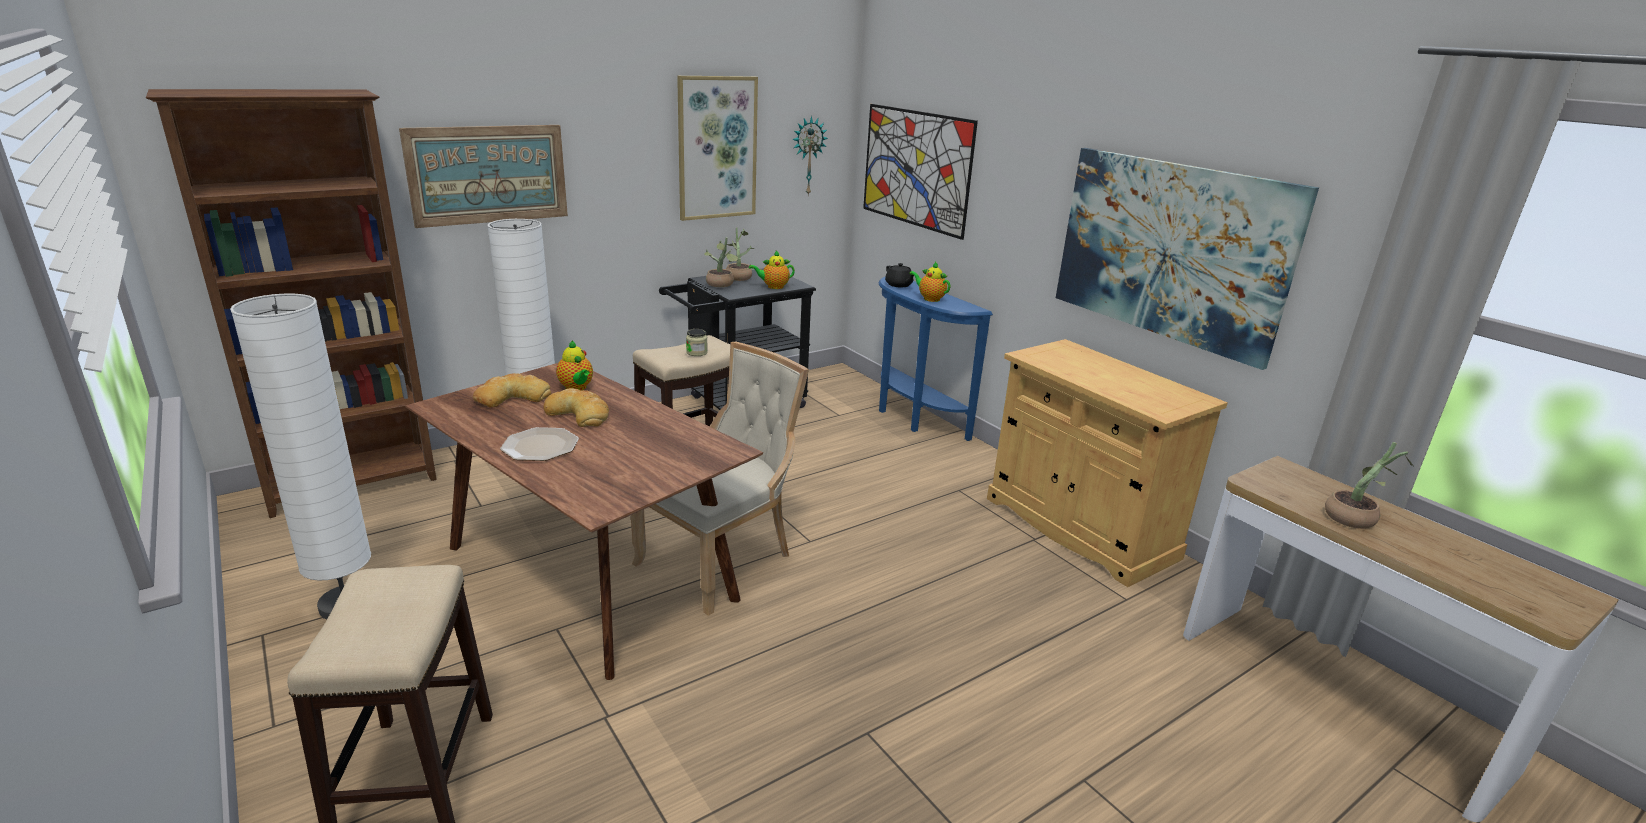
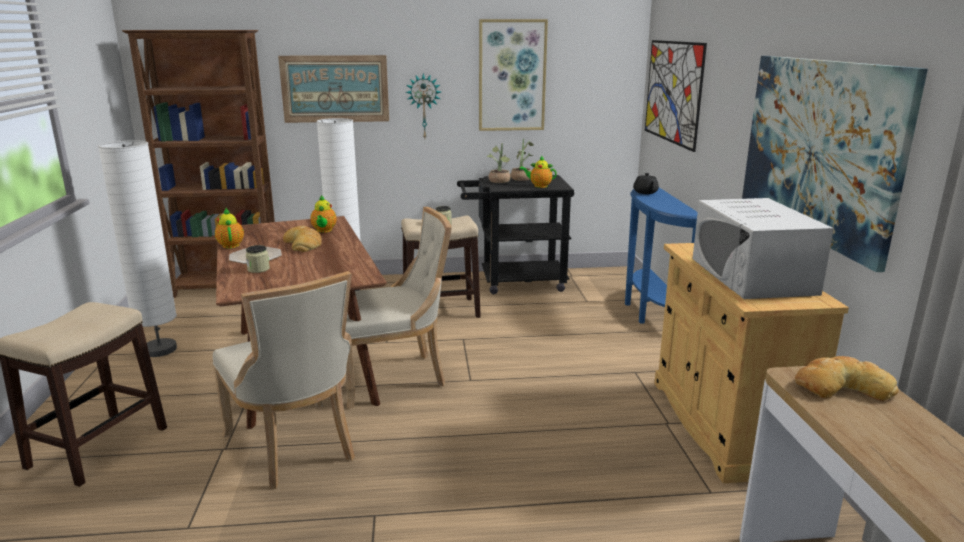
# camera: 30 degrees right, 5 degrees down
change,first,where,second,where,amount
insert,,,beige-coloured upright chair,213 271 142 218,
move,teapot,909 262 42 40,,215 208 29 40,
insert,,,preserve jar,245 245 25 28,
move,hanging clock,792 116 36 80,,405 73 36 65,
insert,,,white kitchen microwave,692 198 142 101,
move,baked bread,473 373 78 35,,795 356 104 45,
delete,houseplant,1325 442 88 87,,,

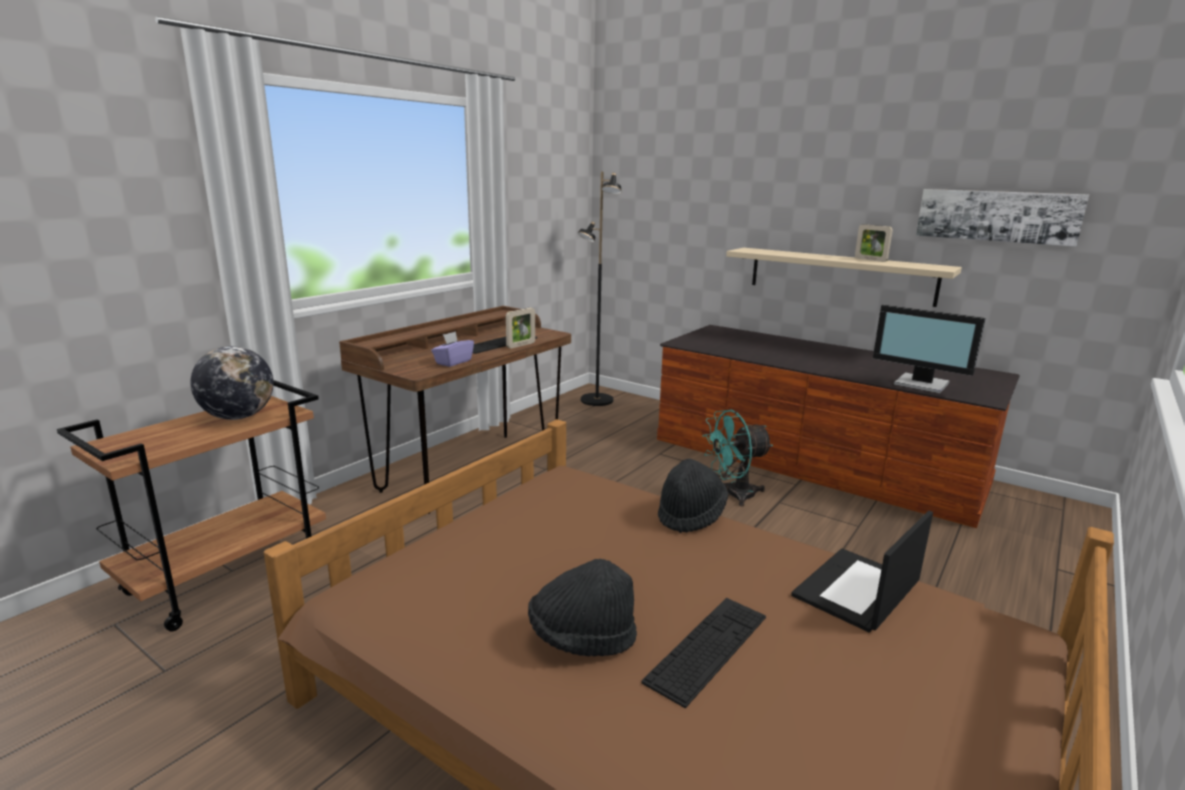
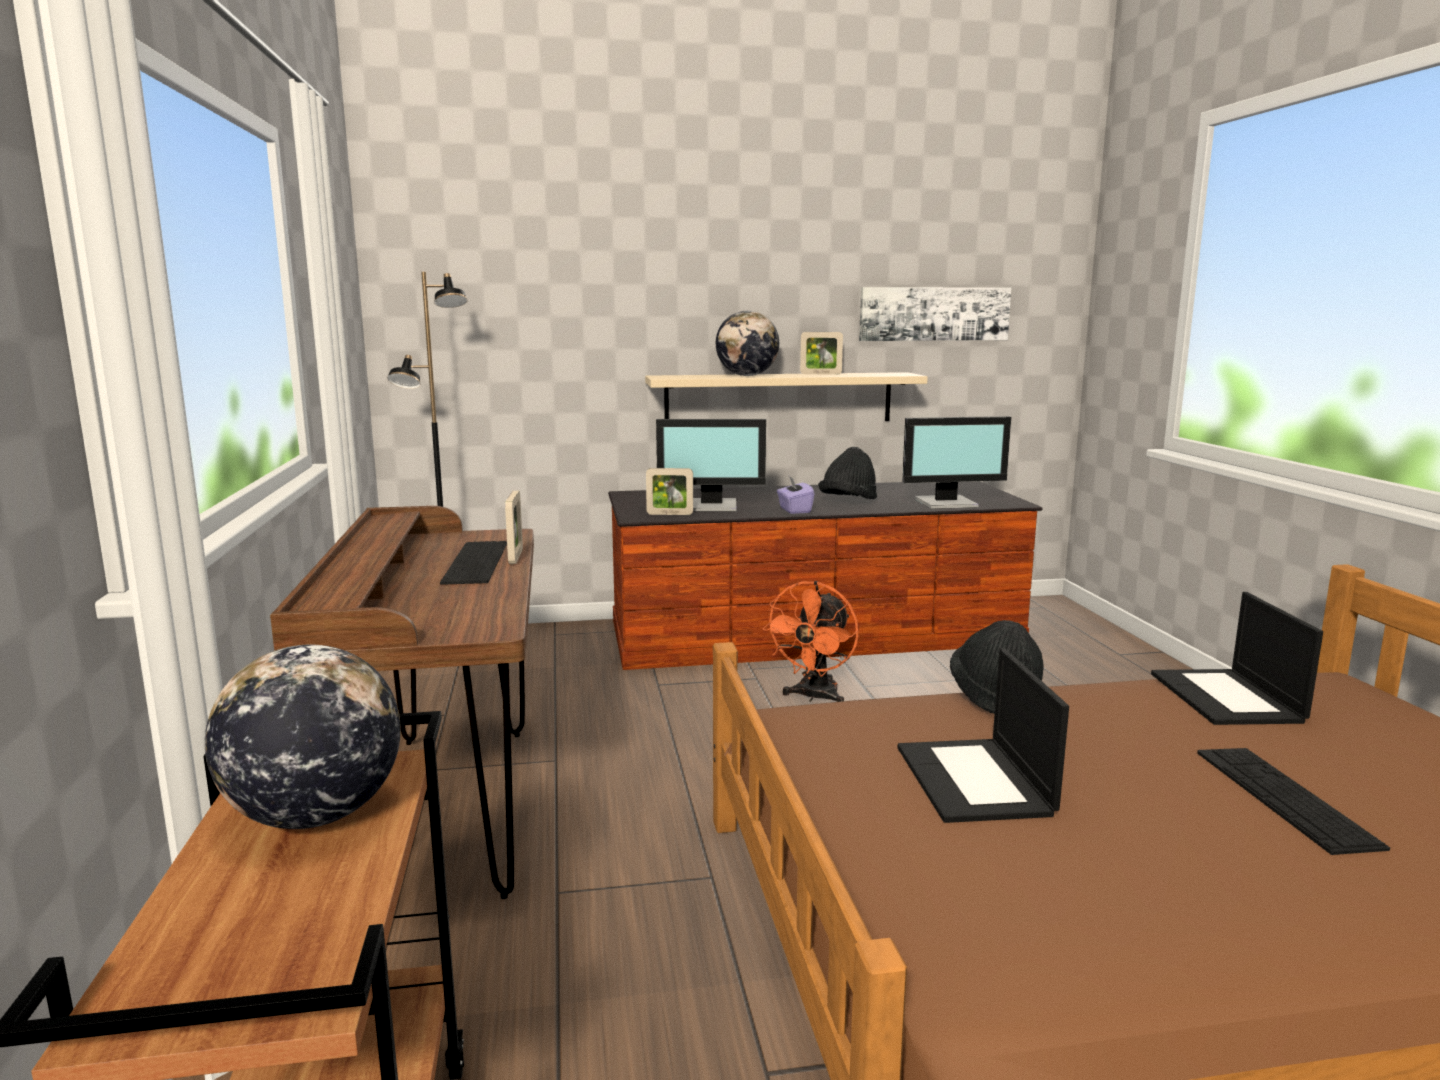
# camera: 45 degrees left, 5 degrees down
change,first,where,second,where,amount
insert,,,standing frame,646 468 47 47,
insert,,,computer display,656 419 110 92,
insert,,,world globe,716 311 63 65,
recolor,turquoise-coloured cooling fan,702 410 71 97,orange-coloured cooling fan,763 581 96 121,
move,purplish box of tissues,431 331 43 36,,777 476 38 38,
move,black-coloured hat,528 559 109 98,,818 447 59 52,
insert,,,laptop,898 648 171 175,

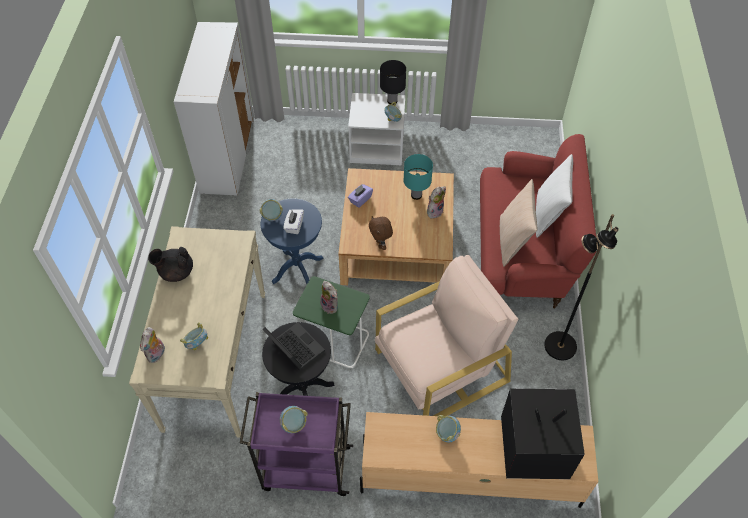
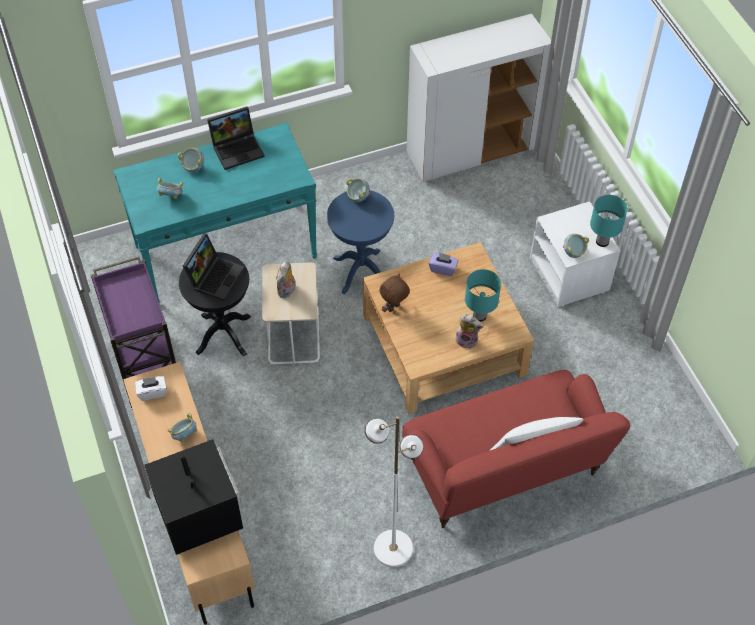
# camera: 65 degrees right, 0 degrees up
change,first,where,second,where,amount
recolor,beige-coloured hall table,129 226 136 212,turquoise-coloured hall table,113 123 204 182,
move,white box of tissues,283 209 21 25,,135 376 32 25,
move,bowl,280 406 28 27,,178 148 26 24,
replace,black-coloured teapot,148 247 45 35,laptop,207 107 58 63,
recolor,green end table,293 276 77 92,beige-coloured end table,262 263 58 101,
recolor,black-coloured standing lamp,544 214 75 146,white standing lamp,365 416 59 151,
recolor,black-coloured tabletop lamp,380 60 26 45,turquoise-coloured tabletop lamp,590 195 38 52,
delete,soft toy,140 327 25 36,,,
delete,beige-coloured armchair,375 255 144 161,,,
delete,beige-coloured pillow,500 179 38 88,,,

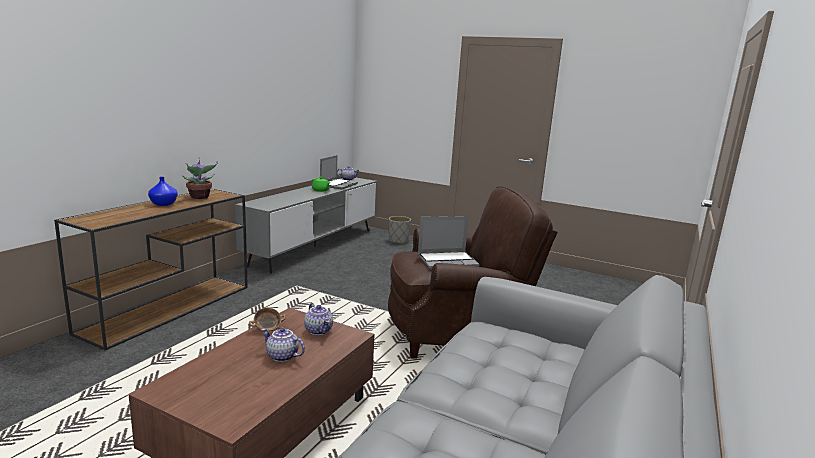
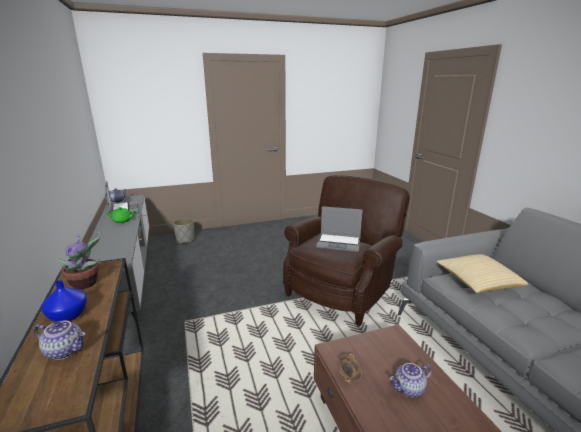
# camera: 45 degrees left, 5 degrees up
change,first,where,second,where,amount
move,teapot,304 303 29 32,,34 321 52 39,
rotate,laptop,418 216 62 53,,316 206 47 46,75 degrees clockwise
insert,,,pillow,436 254 92 39,

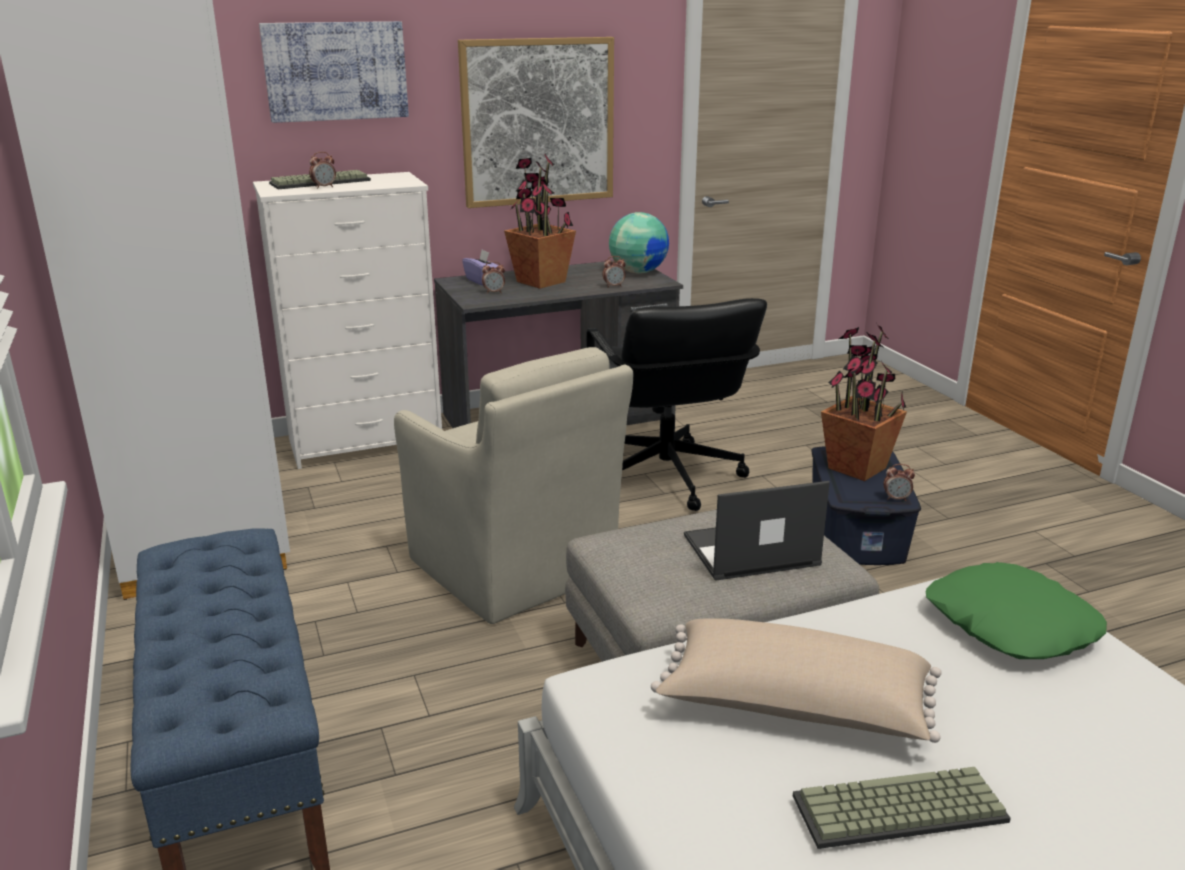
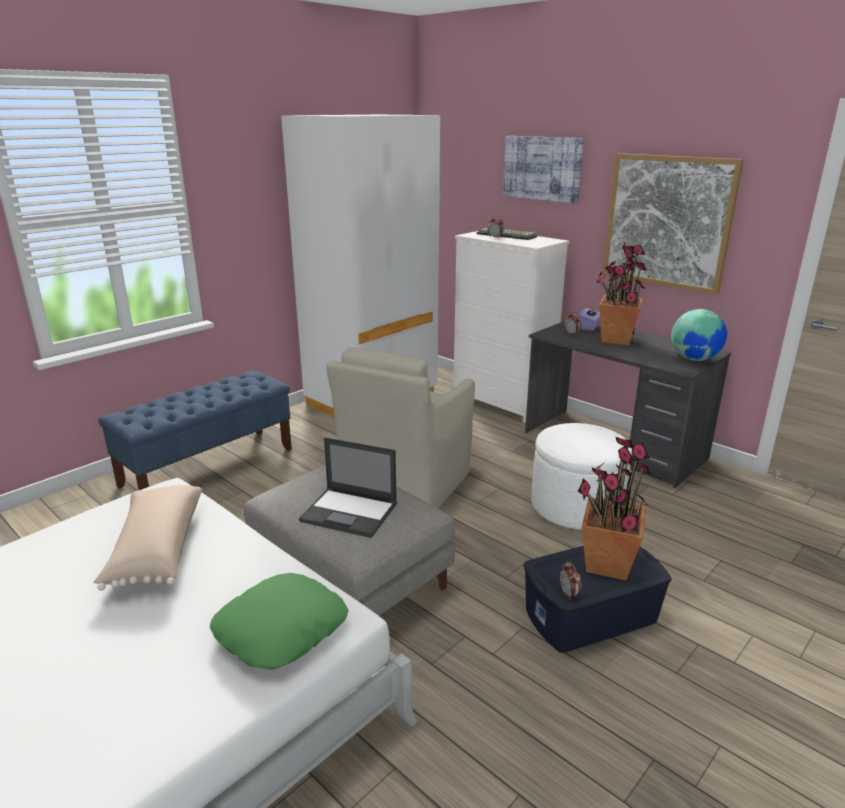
# camera: 65 degrees right, 0 degrees up
change,first,where,second,where,amount
rotate,laptop,684 481 146 100,,299 438 98 100,150 degrees clockwise
replace,black-coloured office chair,586 298 181 213,white footrest,531 423 101 107,
delete,table clock,602 256 24 32,,,
delete,computer keyboard,793 767 218 82,,,

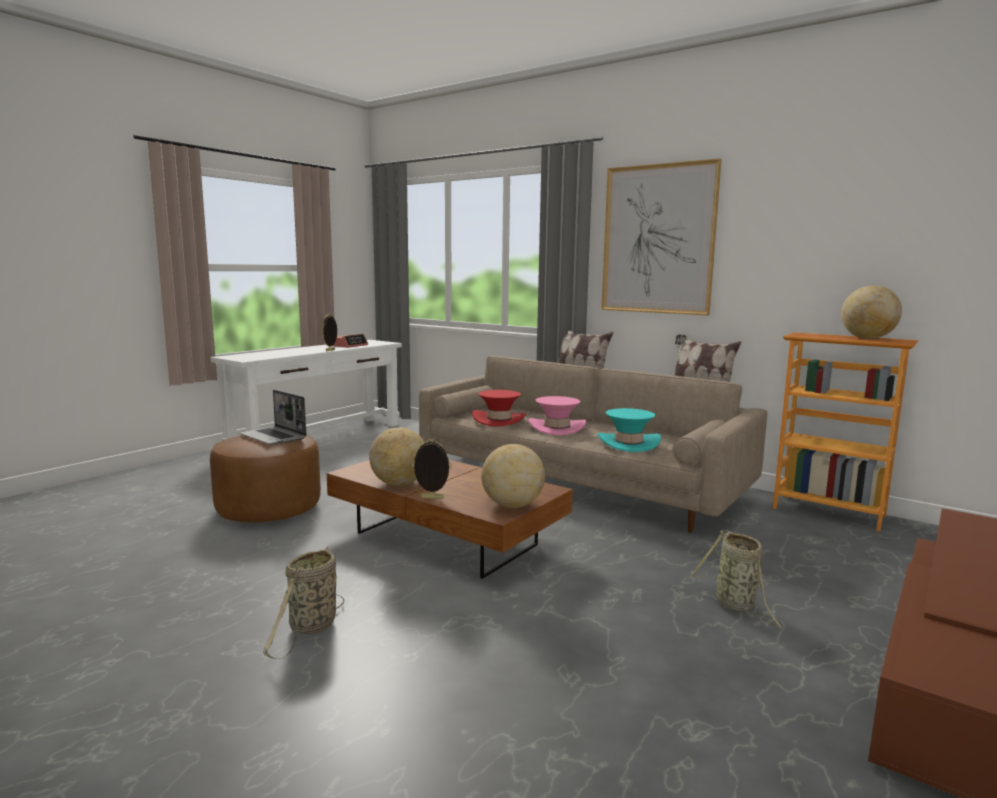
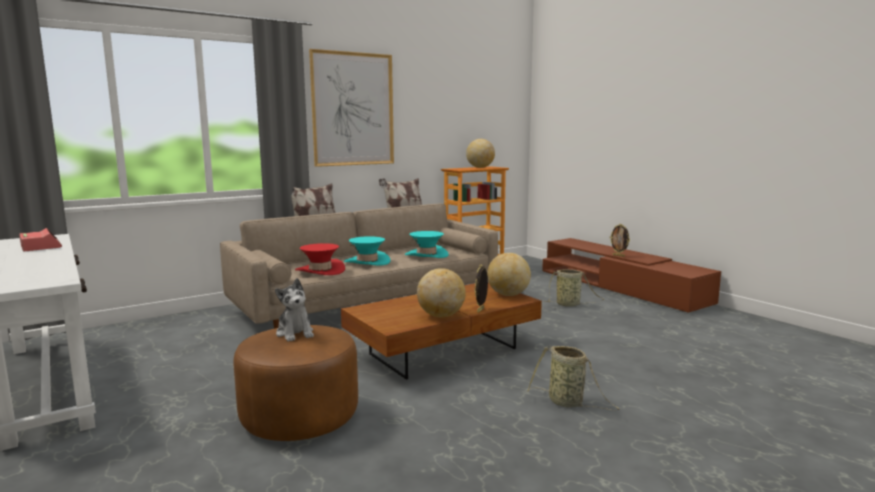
# camera: 70 degrees left, 0 degrees up
change,first,where,second,where,amount
replace,laptop,239 390 68 55,soft toy,275 278 39 64,
recolor,pink hat,529 396 57 39,turquoise-coloured hat,344 236 47 30,
move,standing frame,321 314 16 37,,610 224 20 33,

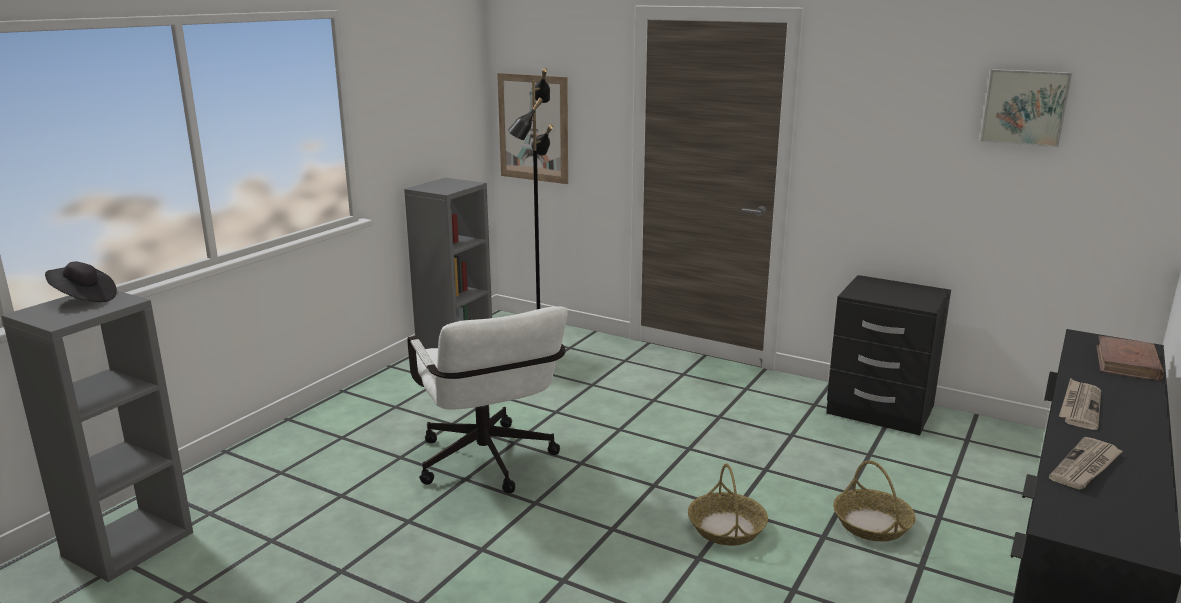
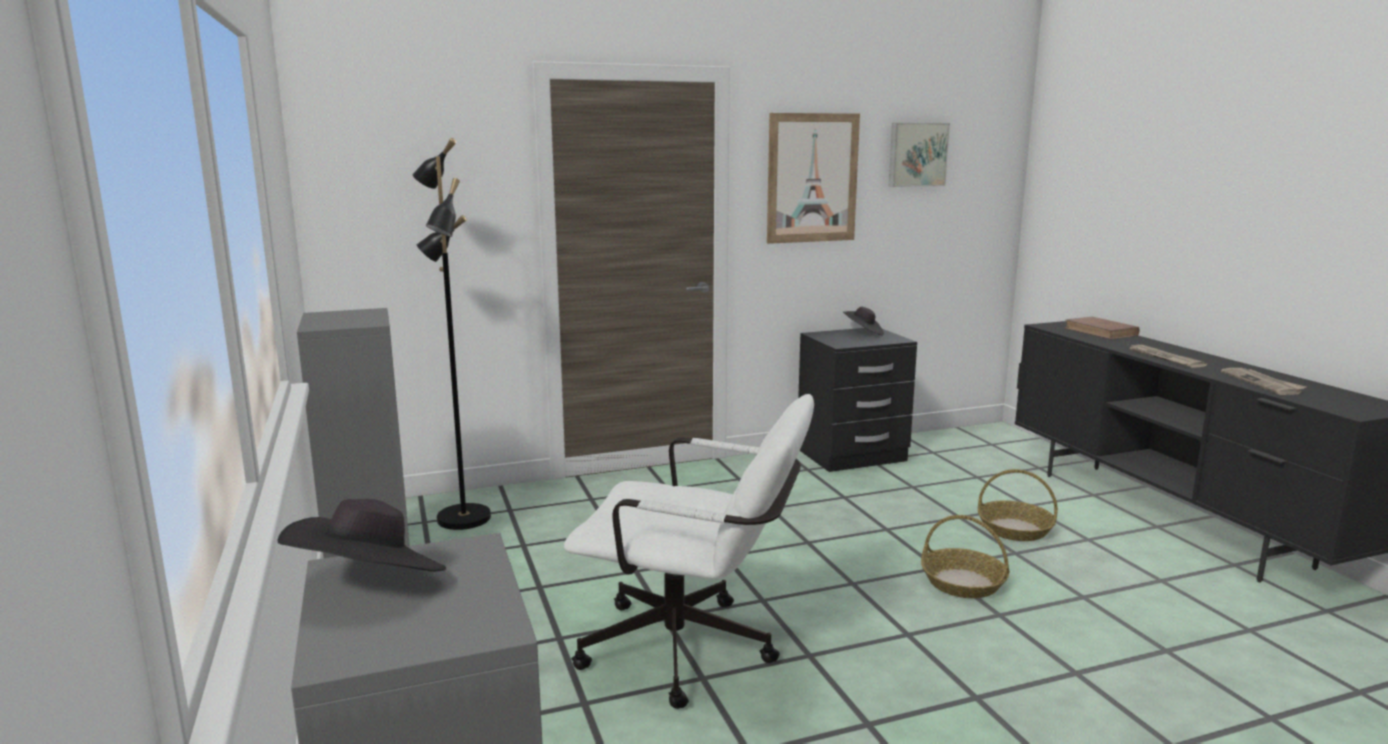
# camera: 50 degrees left, 5 degrees down
change,first,where,second,where,amount
move,wall picture,497 73 71 111,,767 113 93 131,
insert,,,black-coloured hat,843 307 41 29,

